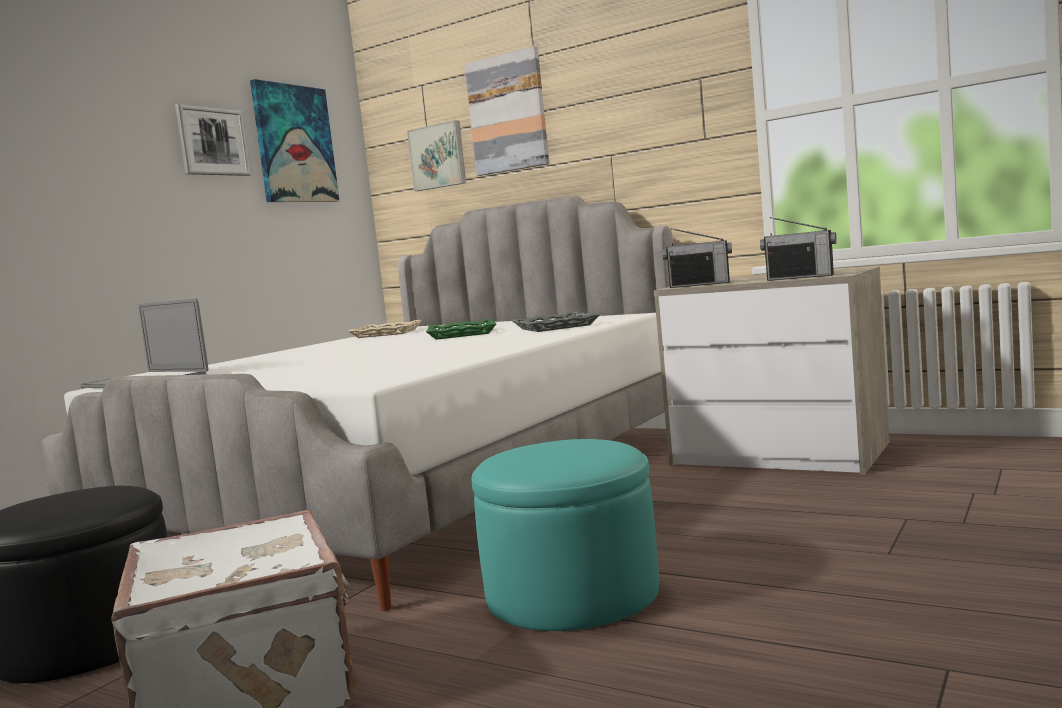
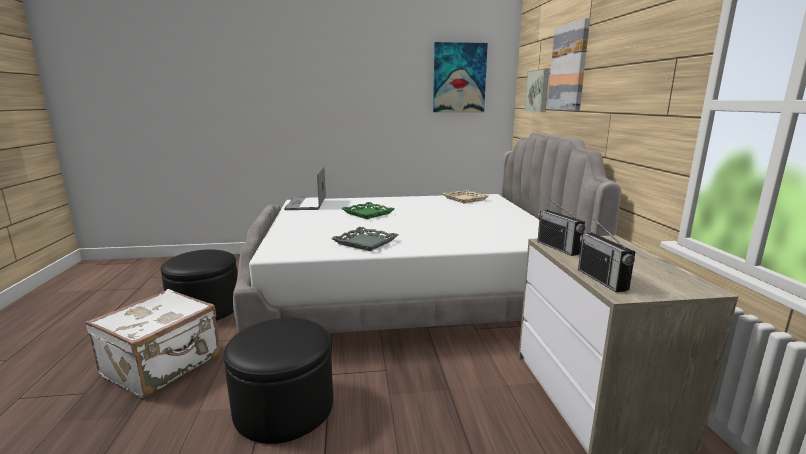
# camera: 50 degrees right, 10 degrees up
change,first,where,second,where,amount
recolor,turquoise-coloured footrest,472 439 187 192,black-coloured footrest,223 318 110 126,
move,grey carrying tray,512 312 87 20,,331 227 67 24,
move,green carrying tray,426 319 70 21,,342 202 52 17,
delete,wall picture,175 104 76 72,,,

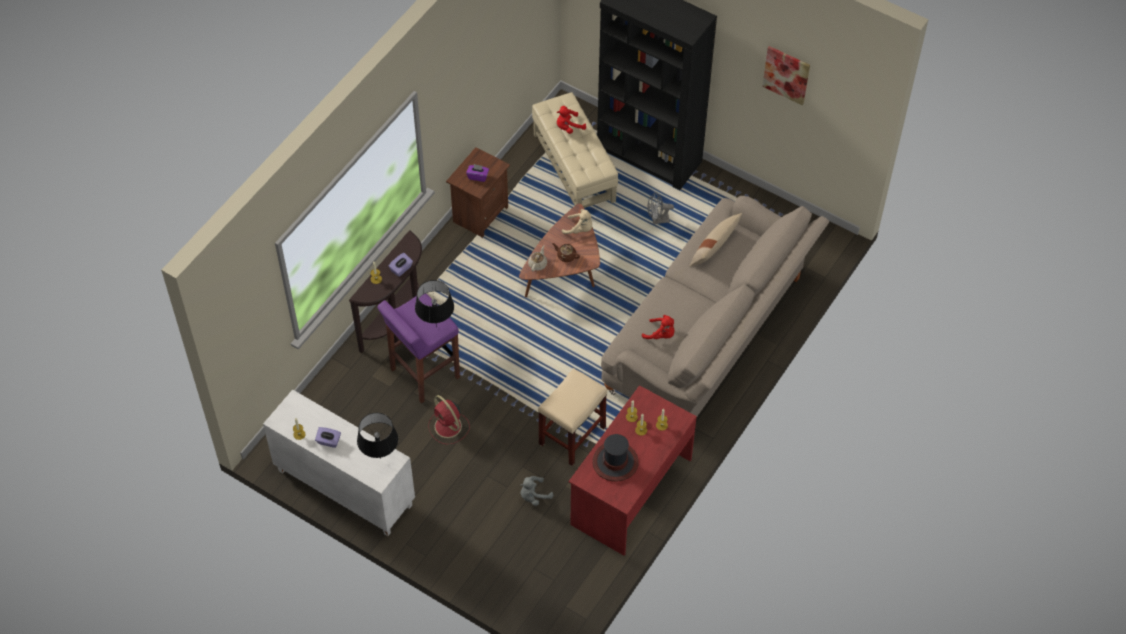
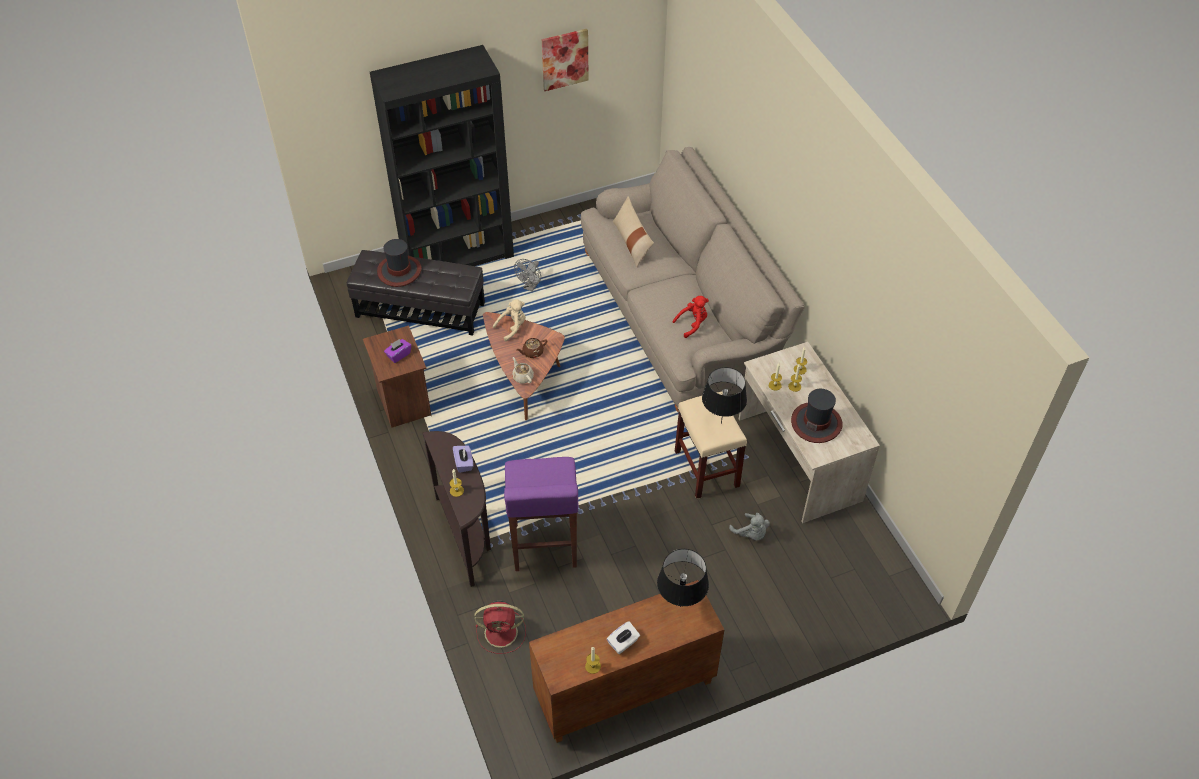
# camera: 55 degrees left, 5 degrees down
change,first,where,second,where,amount
recolor,beige-coloured footrest,532 92 86 116,black-coloured footrest,347 250 138 85,
replace,red-coloured soft toy,557 106 29 28,hat,377 239 45 48,
move,red-coloured cooling fan,428 395 42 49,,474 601 52 53,
recolor,white storage cabinet,263 389 152 147,brown storage cabinet,529 580 195 163,
recolor,purplish box of tissues,315 427 26 21,white box of tissues,607 621 33 33,
move,black-coloured tabletop lamp,415 280 39 47,,702 367 45 57,
rotate,grey soft toy,520 476 33 30,,729 513 41 28,45 degrees counterclockwise
recolor,red-coloured desk unit,569 385 128 171,beige-coloured desk unit,739 342 141 181,

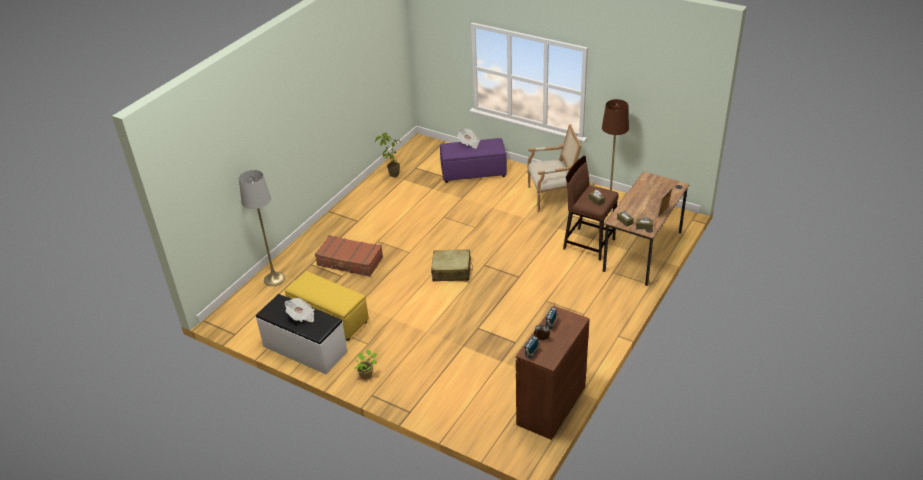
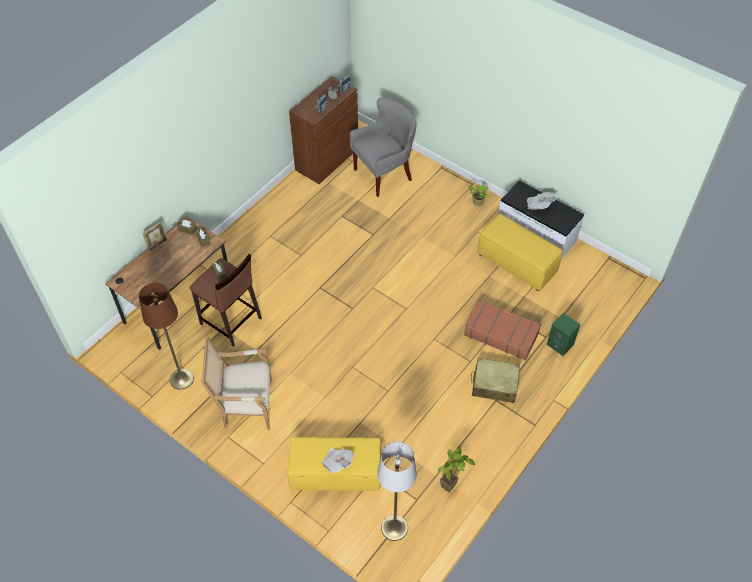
# camera: 175 degrees left, 15 degrees up
change,first,where,second,where,amount
recolor,purplish footrest,440 138 67 45,yellow-coloured footrest,288 437 93 54,
insert,,,grey armchair,350 98 67 99,
move,grey standing lamp,239 170 46 116,,377 442 40 99,
move,beige-coloured travel case,431 249 42 32,,471 358 49 45,
insert,,,green loudspeaker,546 313 35 43,

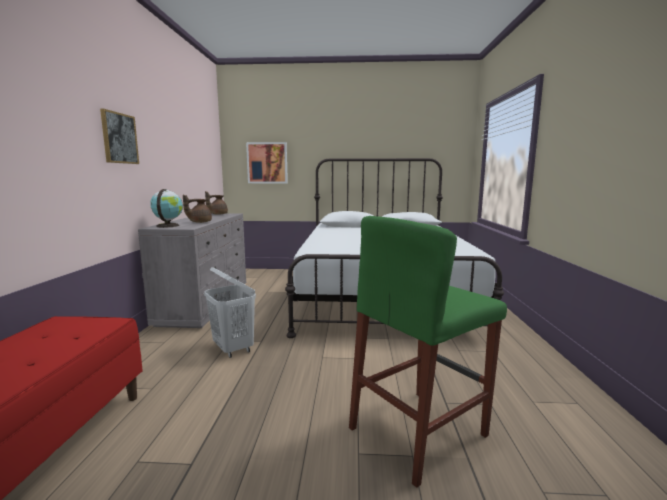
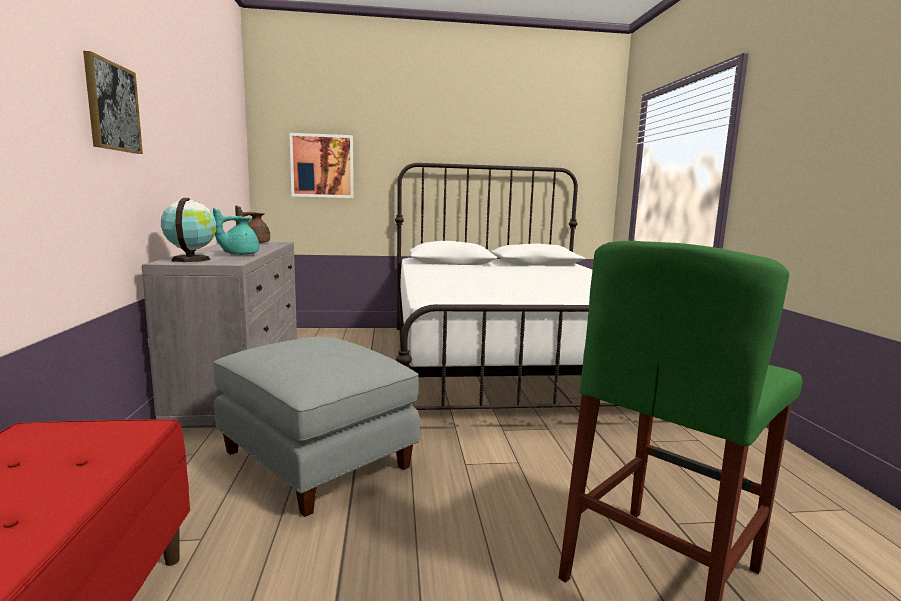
# camera: 10 degrees left, 0 degrees up
change,first,where,second,where,amount
recolor,brown teapot,183 194 29 29,turquoise-coloured teapot,213 208 46 47,
replace,white laundry basket,204 267 52 91,grey footrest,213 337 207 180,

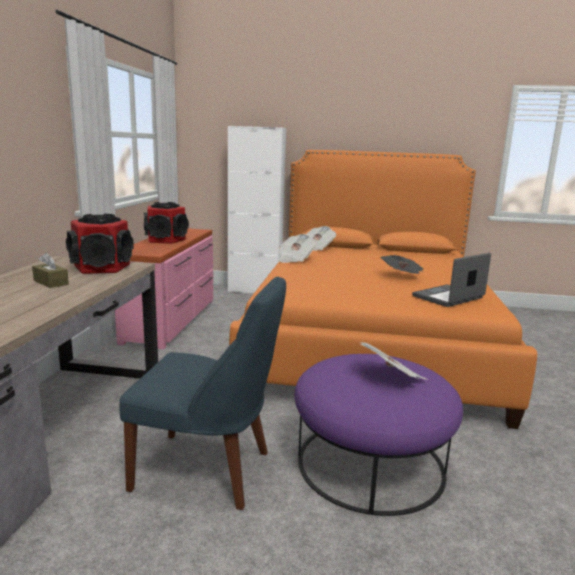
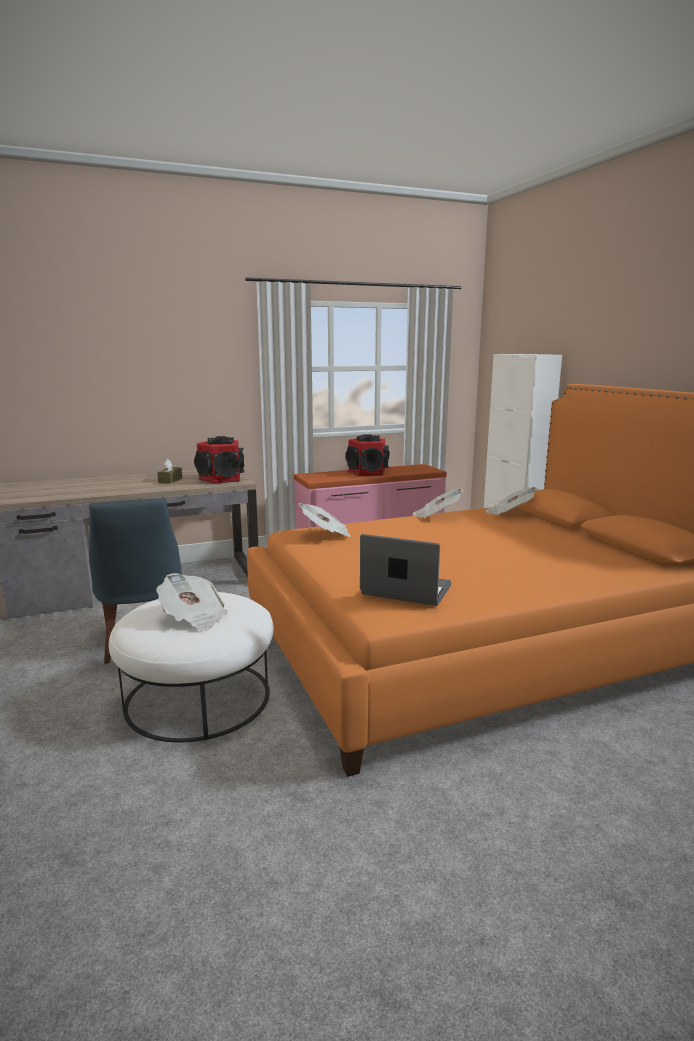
# camera: 60 degrees right, 0 degrees up
change,first,where,second,where,amount
recolor,purplish footrest,295 354 168 162,white footrest,109 592 165 150,
move,daily paper,380 255 43 19,,298 503 53 34,

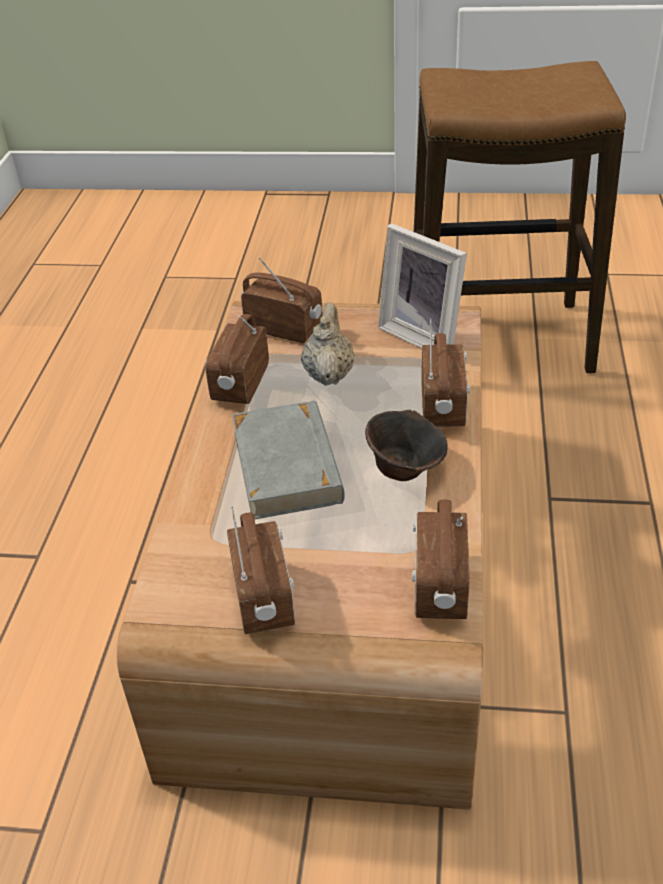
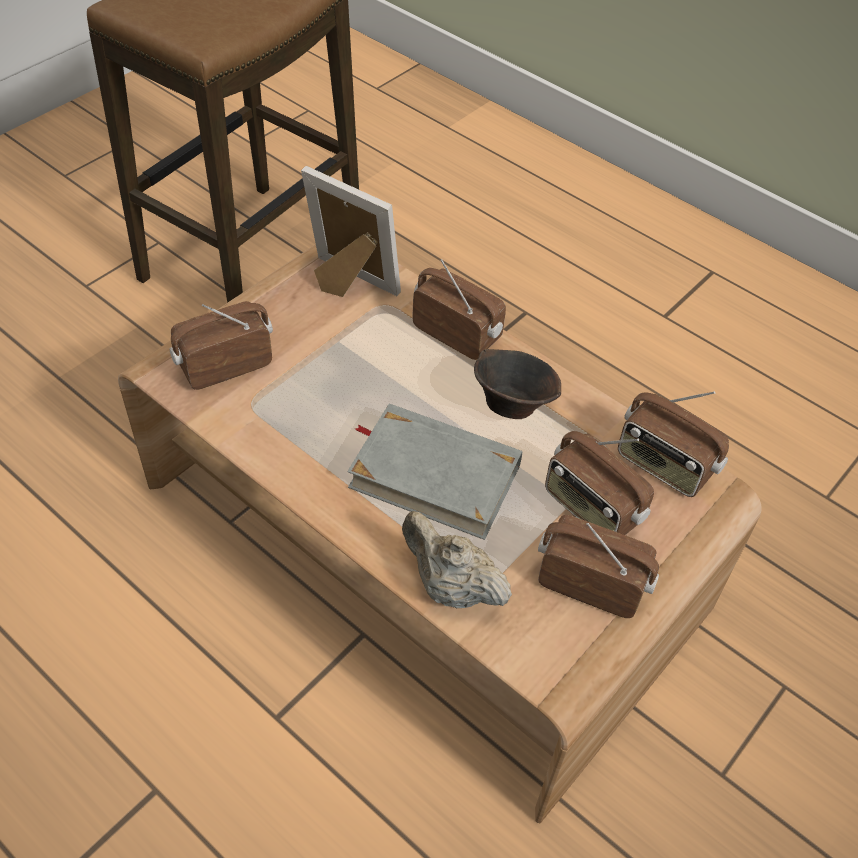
# camera: 60 degrees left, 10 degrees up
change,first,where,second,where,amount
rotate,standing frame,378 224 89 124,,301 166 100 131,135 degrees counterclockwise
move,beige-coloured teapot,301 303 53 82,,402 511 110 97,
move,radio,205 314 64 90,,545 431 109 104,

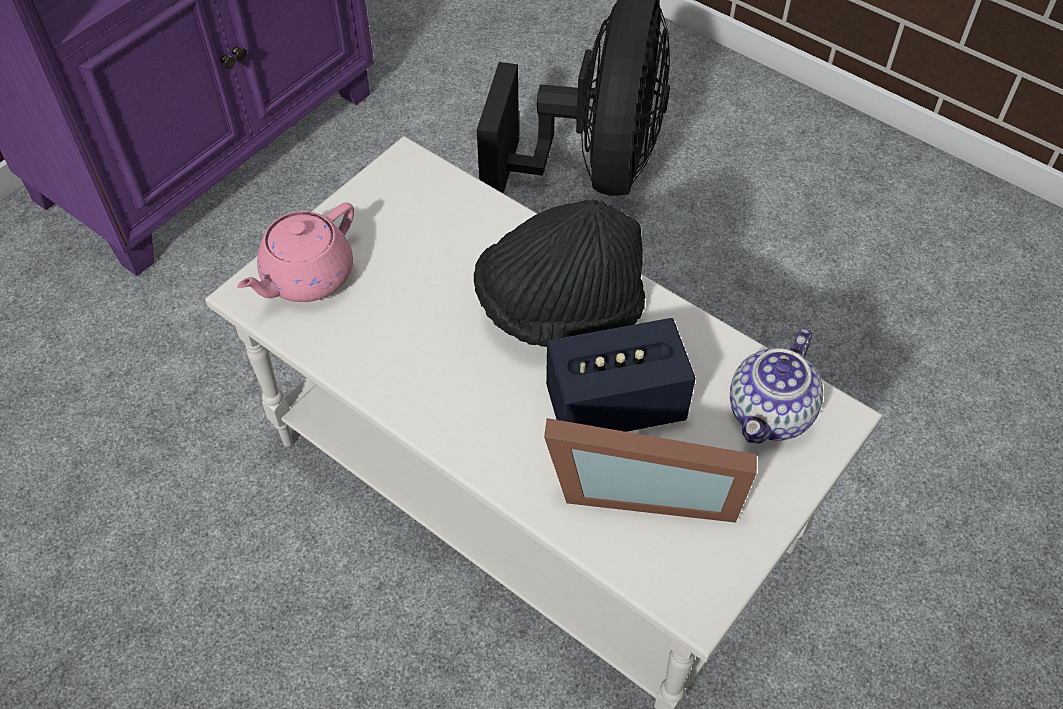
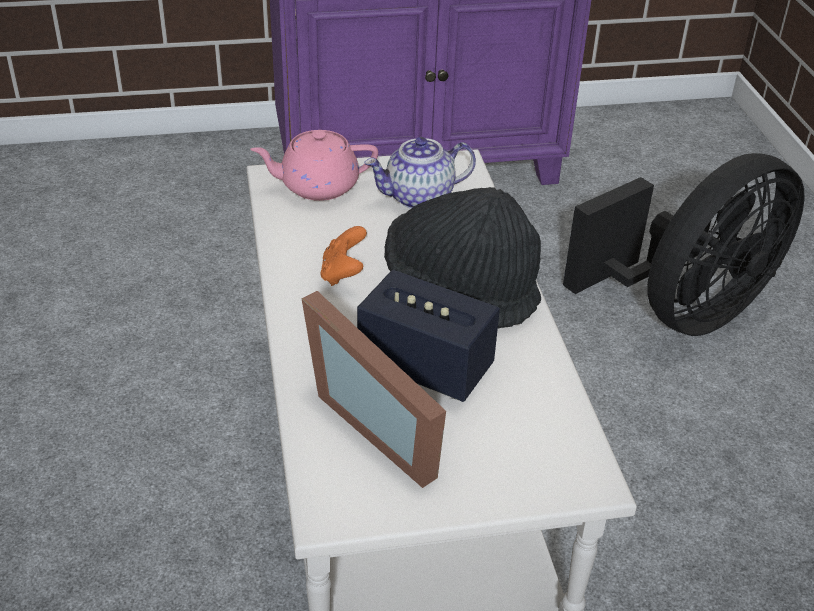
# camera: 40 degrees right, 15 degrees down
change,first,where,second,where,amount
insert,,,orange-coloured game controller,320 226 47 60,
move,teapot,730 328 93 116,,364 137 112 72,

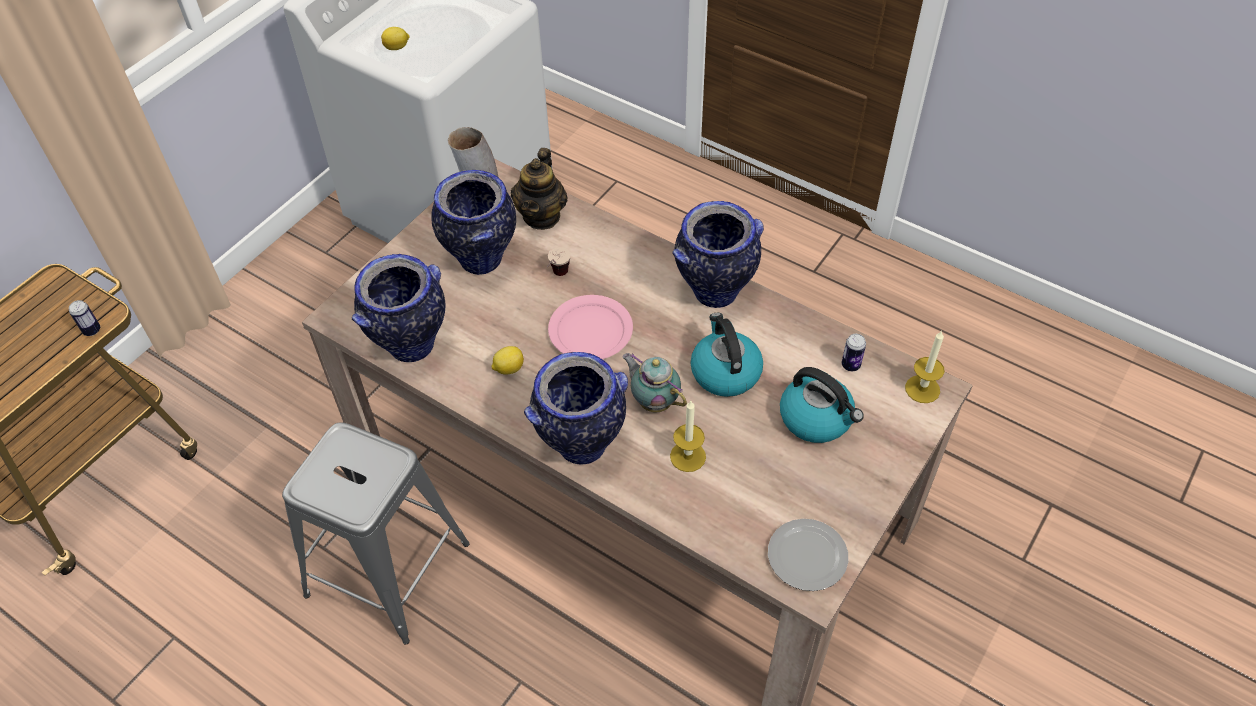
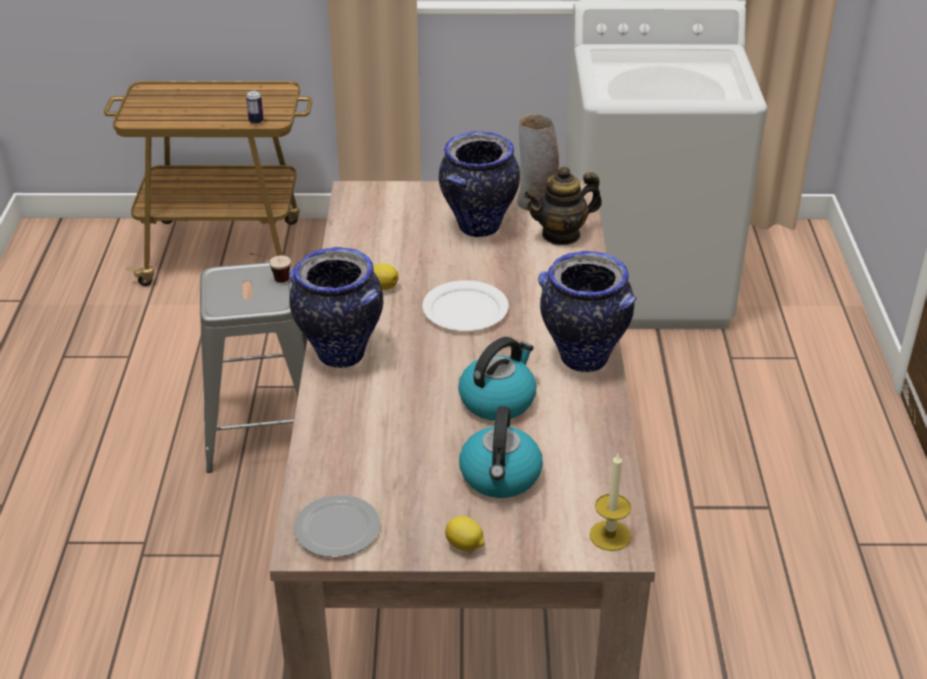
# camera: 55 degrees right, 15 degrees down
change,first,where,second,where,amount
move,small cup,547 247 24 29,,250 253 41 30,
recolor,pink plate,548 295 85 64,white plate,422 280 87 51,
move,lemon,381 27 29 23,,445 516 39 36,
delete,flower vase,352 254 94 108,,,
delete,teapot,622 353 65 60,,,
delete,candle,670 401 36 71,,,
delete,can,842 334 24 37,,,

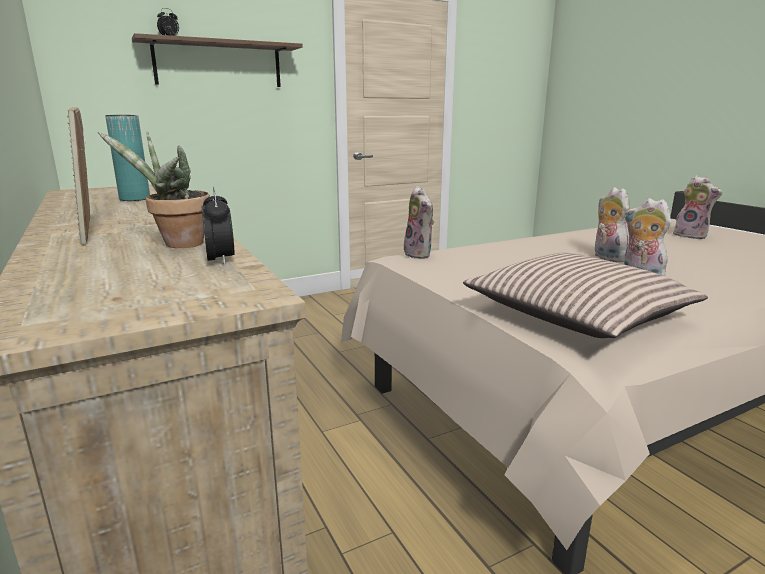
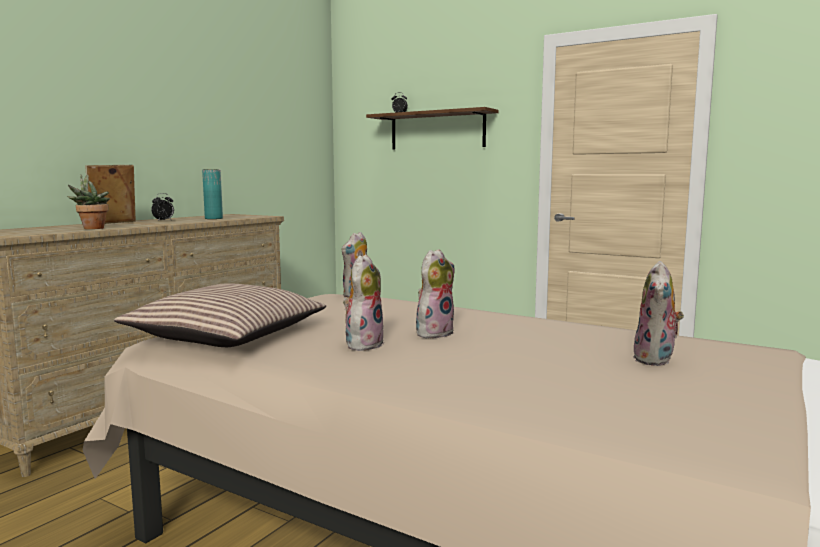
# camera: 60 degrees right, 10 degrees down
change,first,where,second,where,amount
move,table clock,201 187 34 79,,151 193 23 28,

